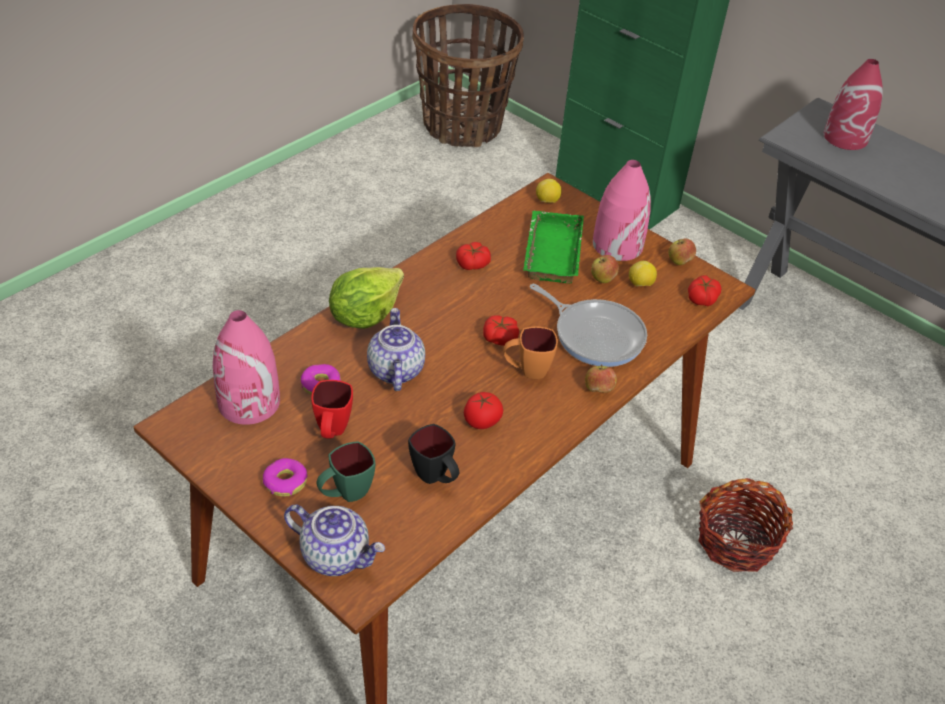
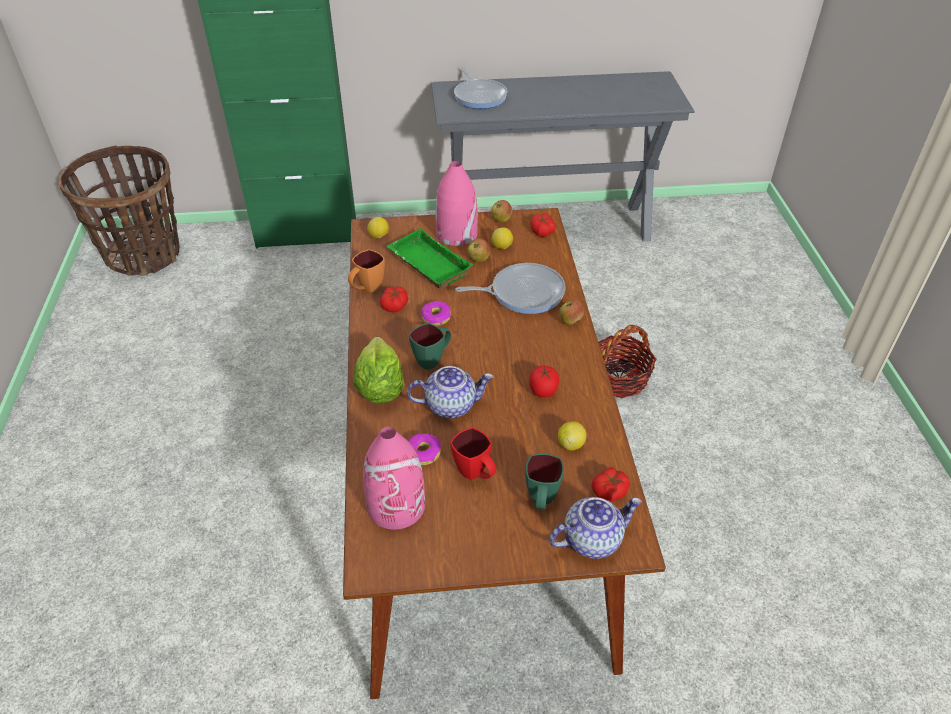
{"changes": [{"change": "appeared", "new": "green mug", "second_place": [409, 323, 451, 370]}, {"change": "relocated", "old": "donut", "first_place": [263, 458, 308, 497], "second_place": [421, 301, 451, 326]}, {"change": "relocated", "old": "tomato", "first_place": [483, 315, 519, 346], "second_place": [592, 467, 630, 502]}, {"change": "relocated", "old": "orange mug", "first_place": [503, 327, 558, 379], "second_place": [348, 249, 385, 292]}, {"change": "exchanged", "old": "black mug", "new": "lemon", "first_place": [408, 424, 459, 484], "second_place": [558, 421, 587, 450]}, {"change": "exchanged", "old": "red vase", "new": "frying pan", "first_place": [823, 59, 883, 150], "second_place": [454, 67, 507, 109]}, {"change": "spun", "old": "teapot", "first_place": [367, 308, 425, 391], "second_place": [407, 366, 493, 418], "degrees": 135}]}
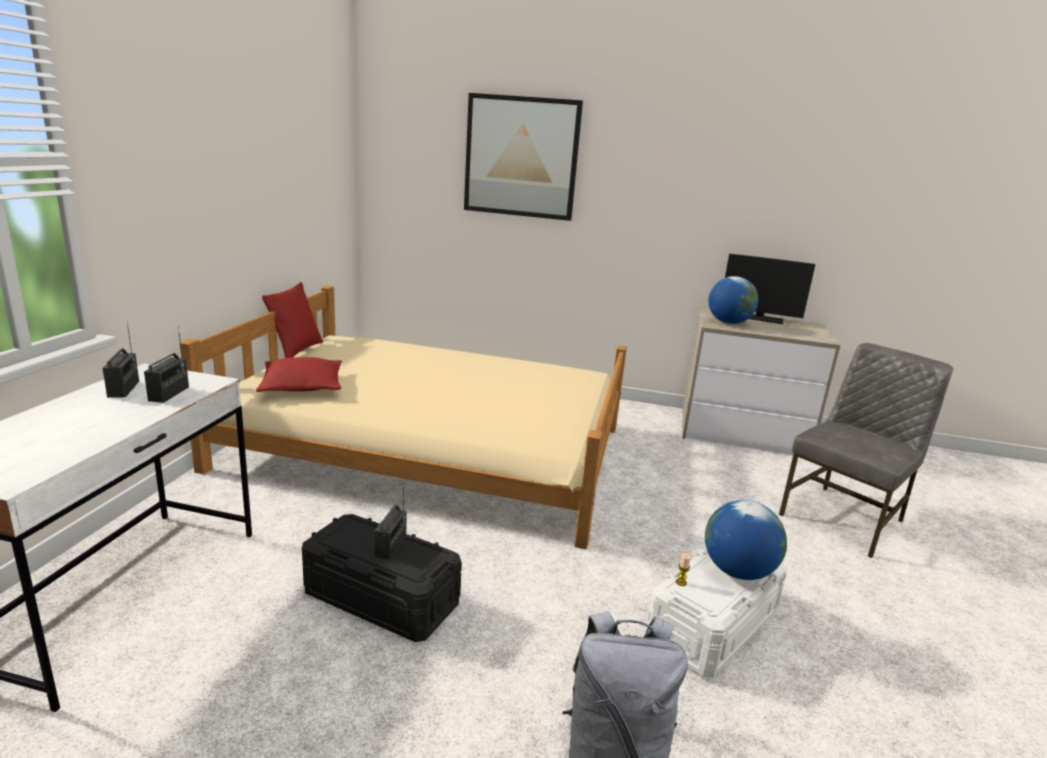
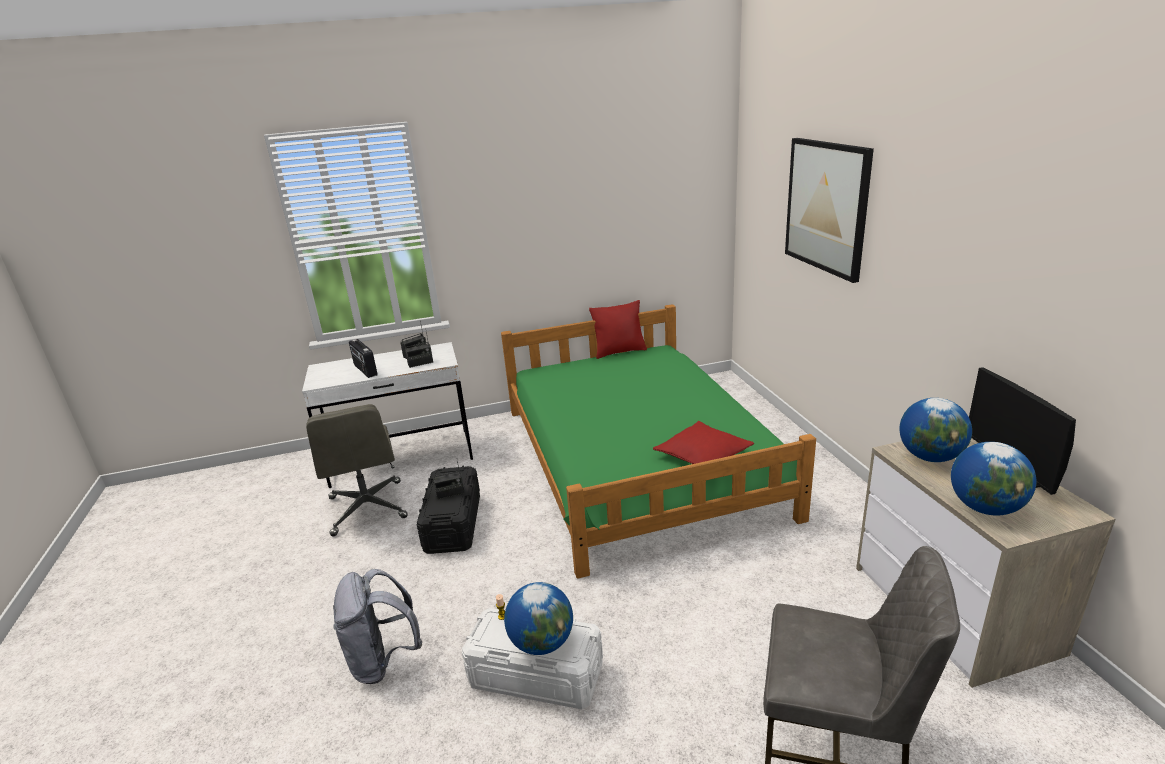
{"changes": [{"change": "appeared", "new": "grey office chair", "second_place": [306, 404, 408, 537]}, {"change": "appeared", "new": "radio", "second_place": [349, 339, 378, 378]}, {"change": "appeared", "new": "globe", "second_place": [951, 442, 1037, 515]}, {"change": "relocated", "old": "red pillow", "first_place": [256, 357, 342, 392], "second_place": [653, 421, 754, 464]}, {"change": "colour", "old": "beige bed", "new": "green bed", "first_place": [180, 285, 627, 549], "second_place": [501, 304, 816, 579]}]}
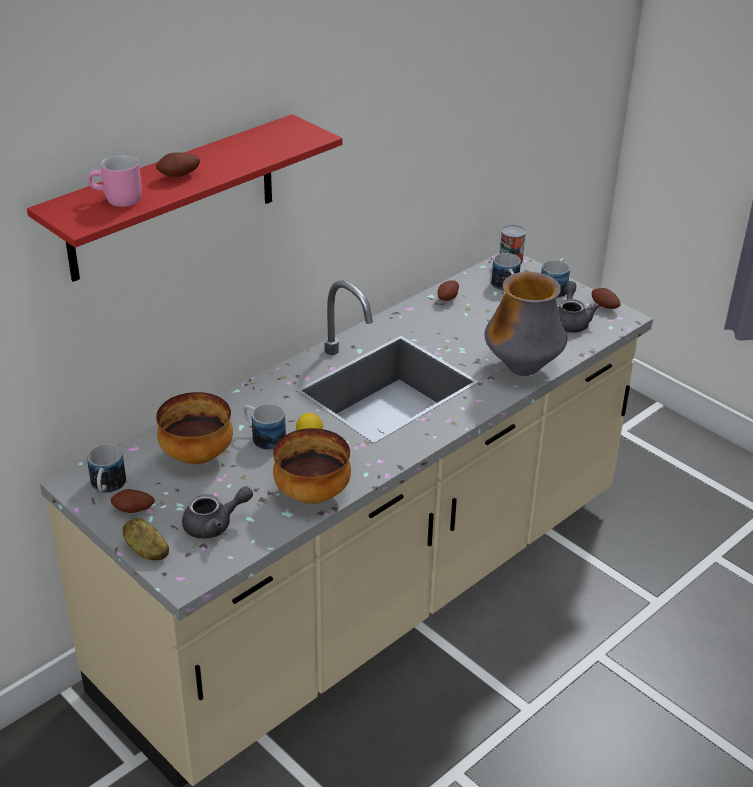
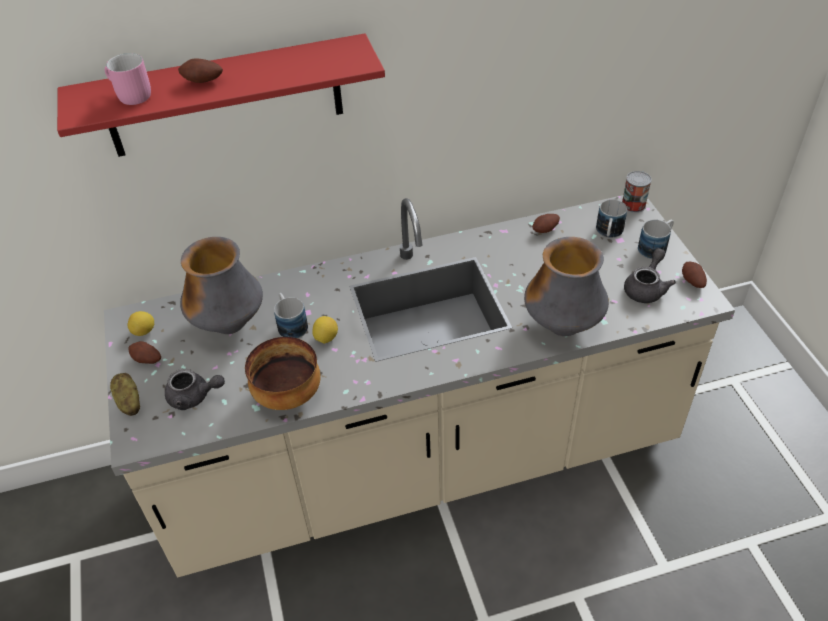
{"changes": [{"change": "exchanged", "old": "mug", "new": "lemon", "first_place": [87, 444, 126, 493], "second_place": [128, 311, 154, 336]}, {"change": "exchanged", "old": "bowl", "new": "vase", "first_place": [156, 392, 233, 464], "second_place": [180, 237, 263, 334]}]}
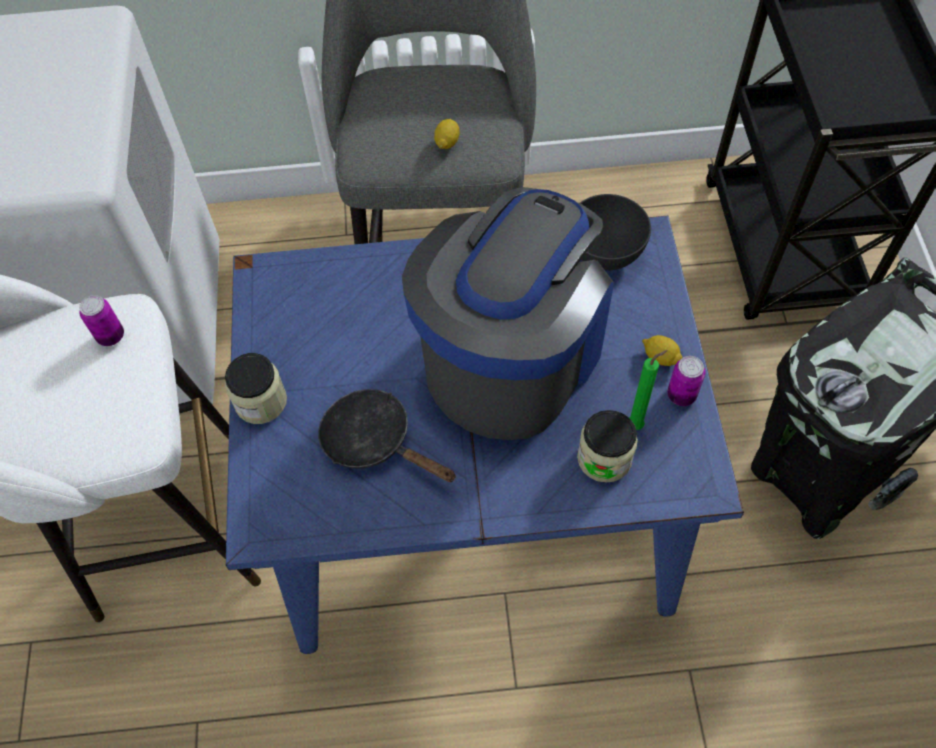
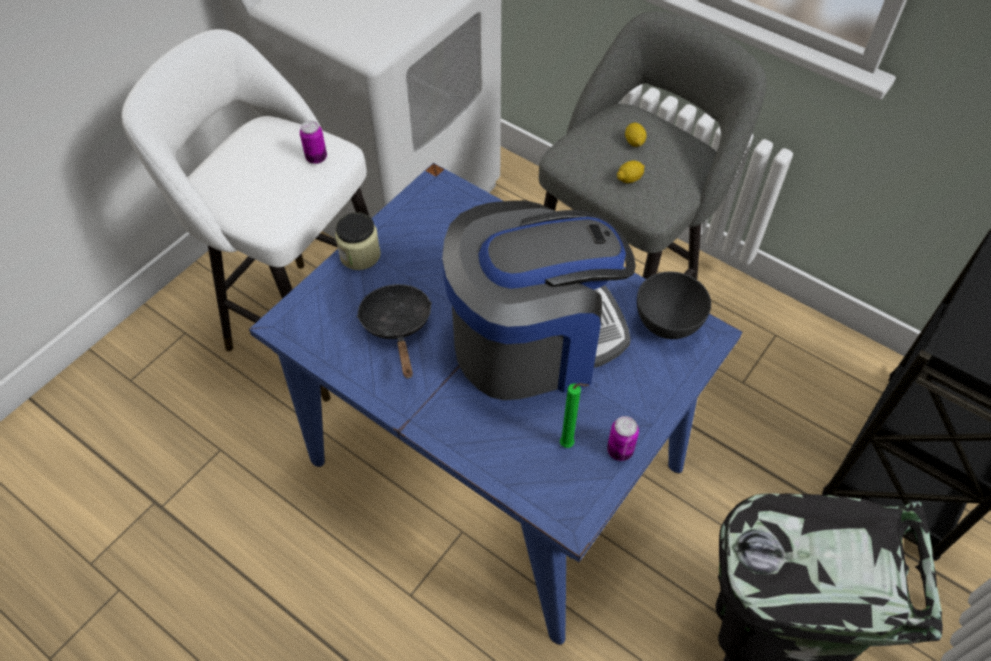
{"changes": [{"change": "missing", "old": "jar", "first_place": [577, 410, 638, 483]}, {"change": "relocated", "old": "lemon", "first_place": [642, 335, 682, 366], "second_place": [625, 122, 647, 147]}]}
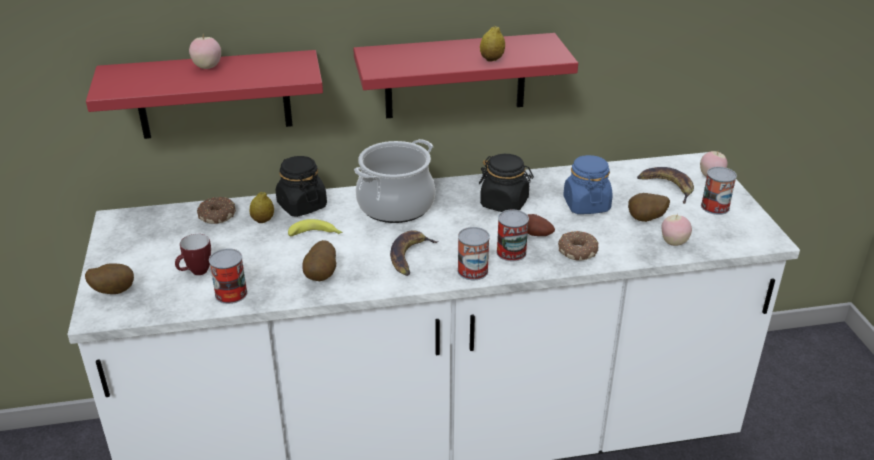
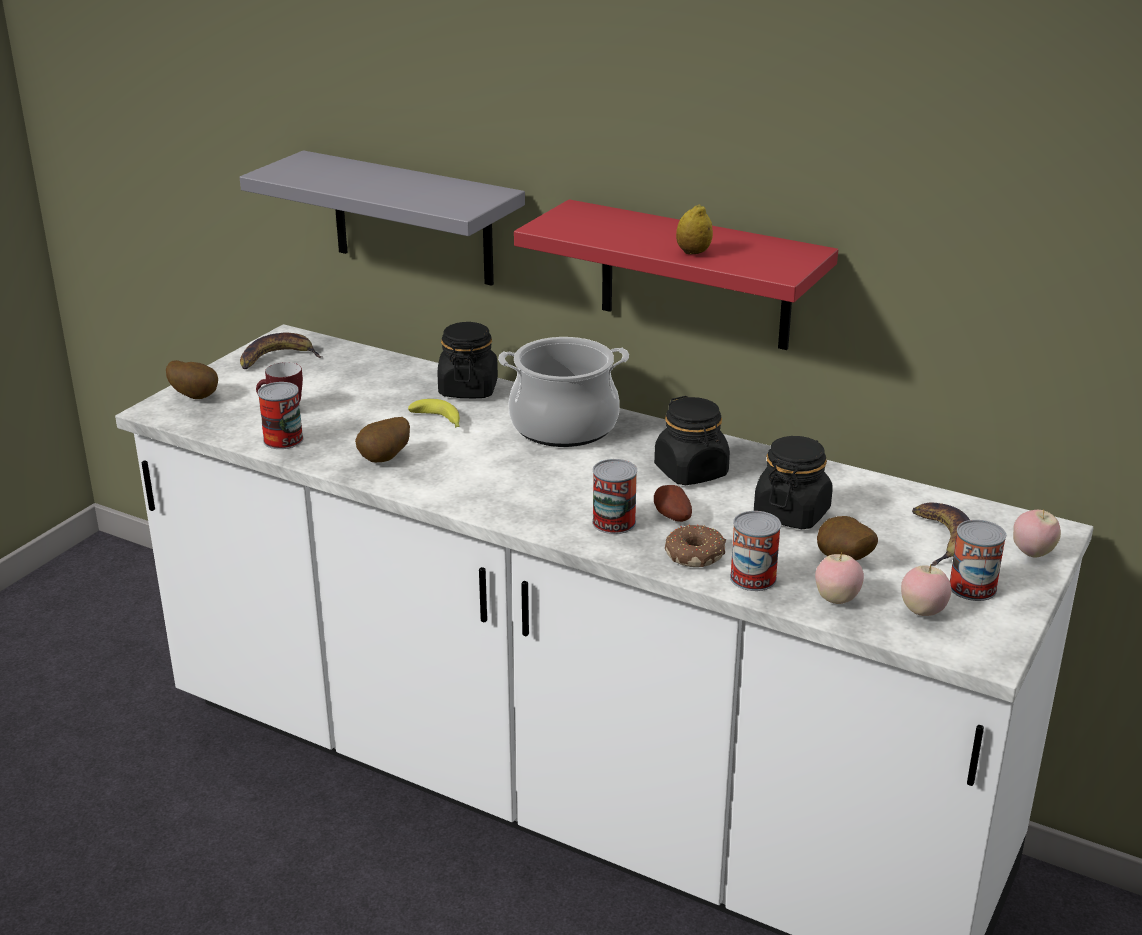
{"changes": [{"change": "missing", "old": "donut", "first_place": [197, 197, 236, 224]}, {"change": "missing", "old": "lemon", "first_place": [250, 192, 274, 223]}, {"change": "relocated", "old": "apple", "first_place": [189, 35, 221, 69], "second_place": [901, 565, 952, 616]}, {"change": "relocated", "old": "banana", "first_place": [390, 230, 439, 276], "second_place": [240, 333, 323, 369]}, {"change": "relocated", "old": "can", "first_place": [457, 227, 490, 280], "second_place": [730, 511, 781, 591]}, {"change": "colour", "old": "red shelf", "new": "grey shelf", "first_place": [86, 50, 323, 139], "second_place": [239, 150, 525, 286]}, {"change": "colour", "old": "blue jar", "new": "black jar", "first_place": [563, 155, 613, 214], "second_place": [754, 436, 833, 529]}]}
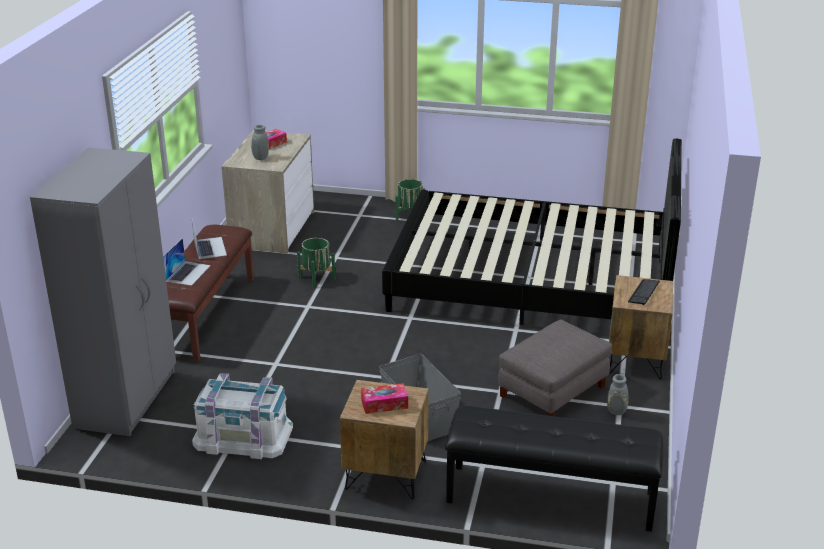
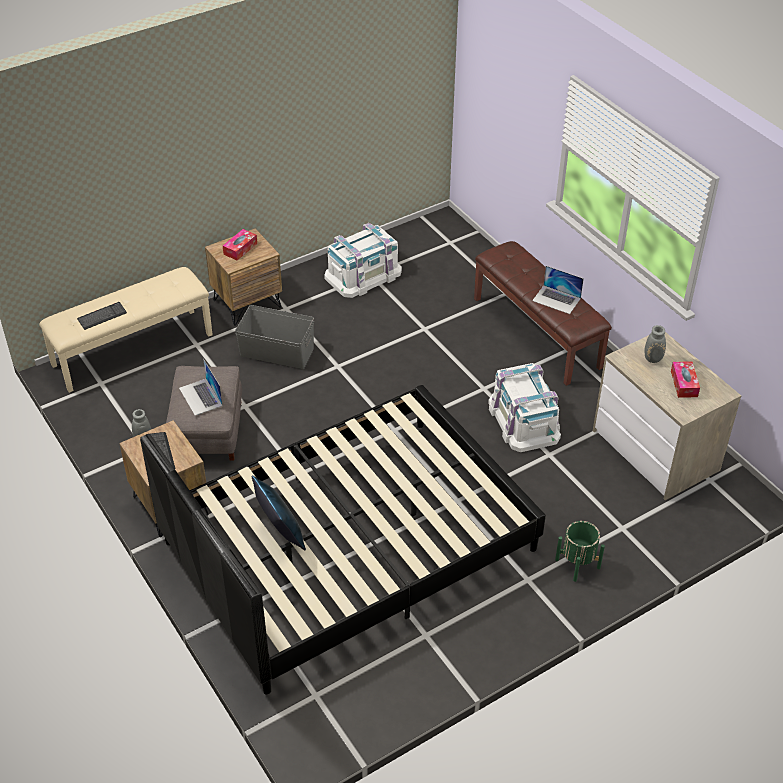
{"changes": [{"change": "missing", "old": "grey wardrobe", "first_place": [30, 147, 176, 436]}, {"change": "appeared", "new": "keyboard", "second_place": [77, 302, 127, 330]}, {"change": "appeared", "new": "blue pillow", "second_place": [252, 475, 306, 550]}, {"change": "relocated", "old": "laptop", "first_place": [163, 238, 211, 286], "second_place": [179, 359, 223, 416]}, {"change": "exchanged", "old": "green planter", "new": "white storage box", "first_place": [297, 238, 335, 288], "second_place": [488, 363, 561, 452]}, {"change": "colour", "old": "black bench", "new": "beige bench", "first_place": [445, 406, 664, 532], "second_place": [39, 267, 213, 393]}]}
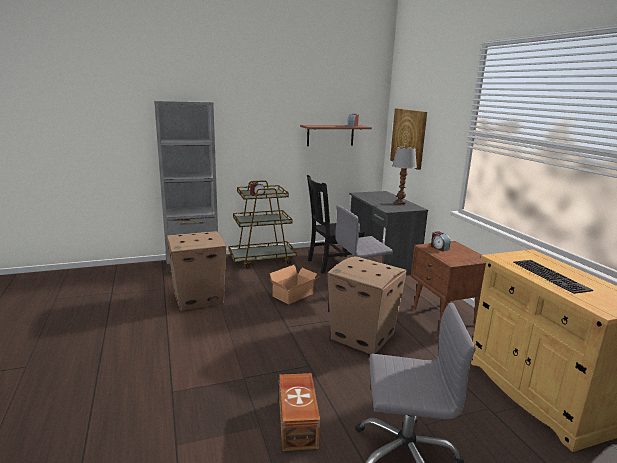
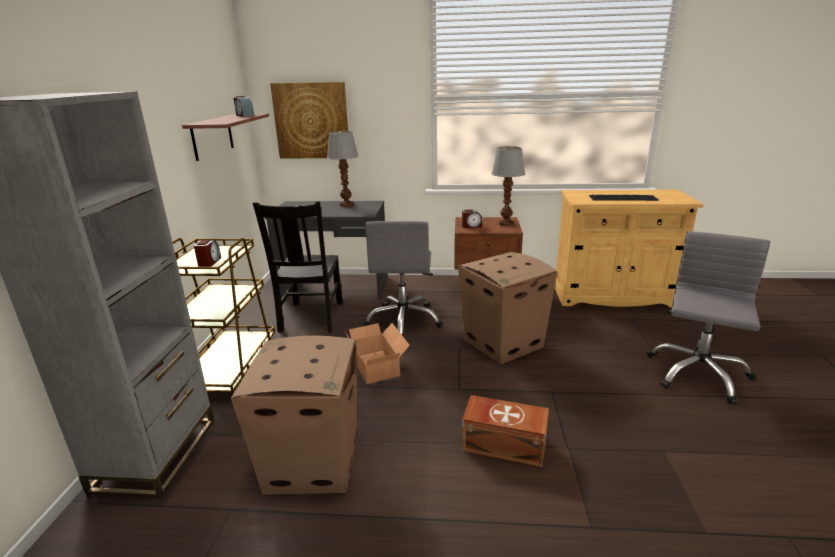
{"changes": [{"change": "appeared", "new": "table lamp", "second_place": [491, 146, 525, 226]}, {"change": "relocated", "old": "brown storage box", "first_place": [279, 373, 320, 451], "second_place": [462, 395, 549, 467]}]}
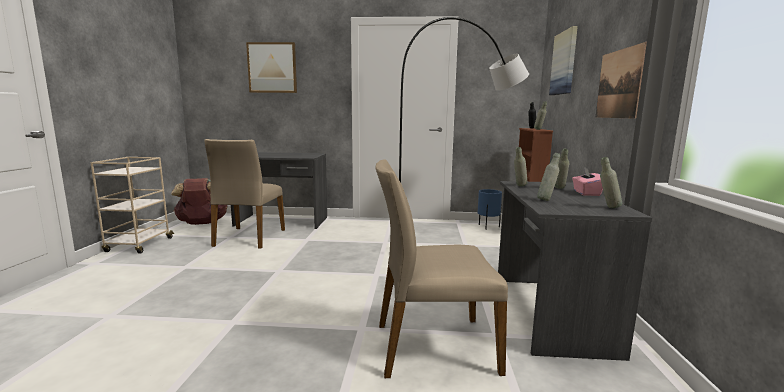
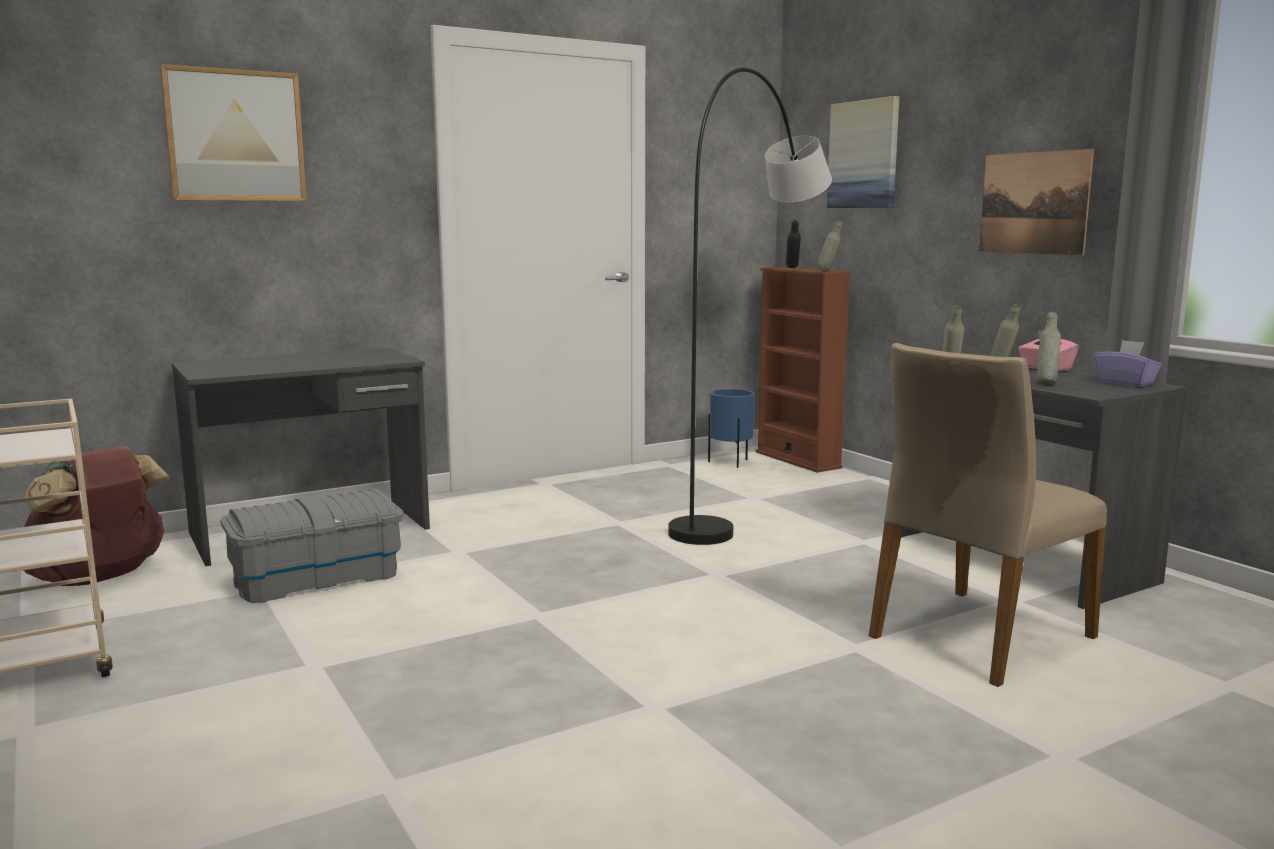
{"changes": [{"change": "exchanged", "old": "beige chair", "new": "grey storage box", "first_place": [204, 139, 285, 248], "second_place": [220, 489, 403, 603]}, {"change": "exchanged", "old": "grey bottle", "new": "purple tissue box", "first_place": [600, 157, 622, 208], "second_place": [1094, 340, 1162, 387]}]}
